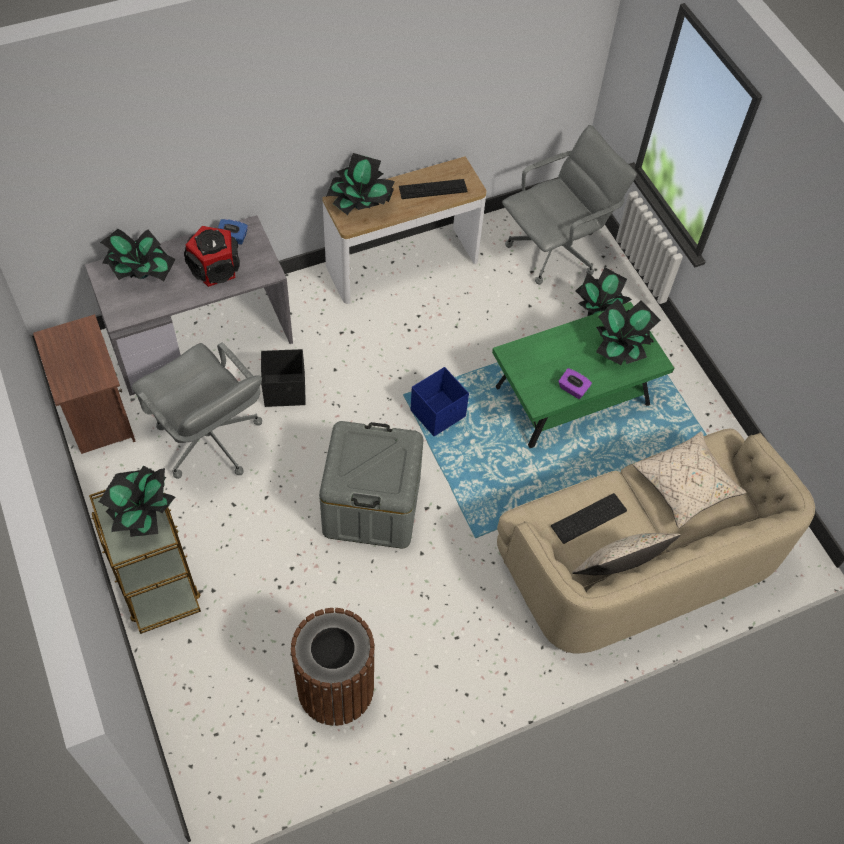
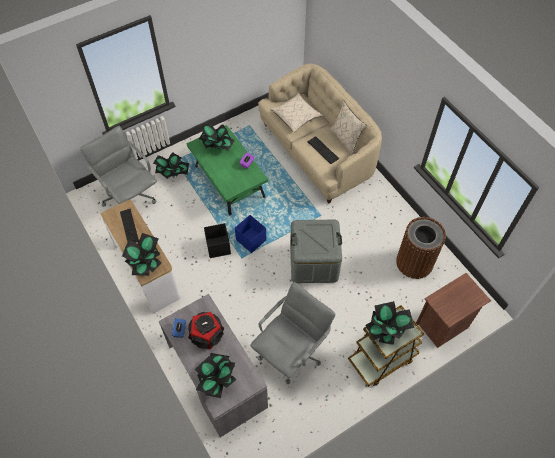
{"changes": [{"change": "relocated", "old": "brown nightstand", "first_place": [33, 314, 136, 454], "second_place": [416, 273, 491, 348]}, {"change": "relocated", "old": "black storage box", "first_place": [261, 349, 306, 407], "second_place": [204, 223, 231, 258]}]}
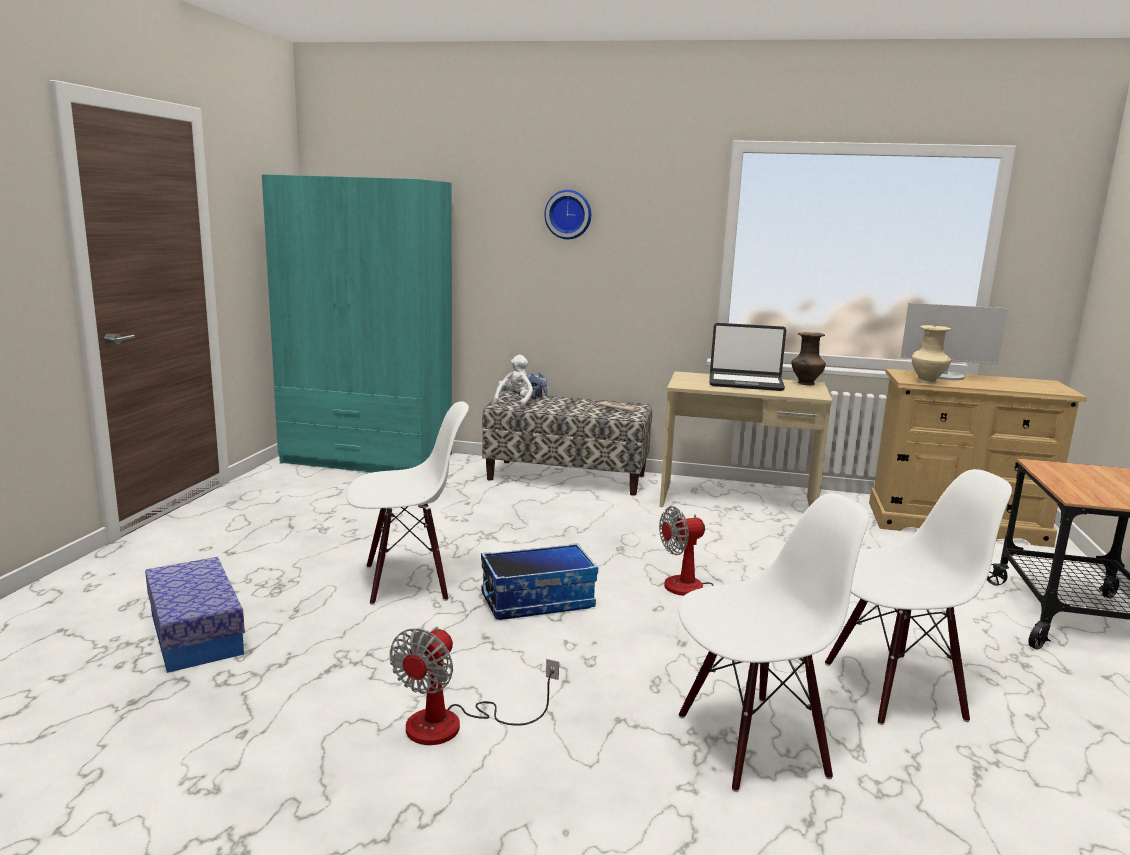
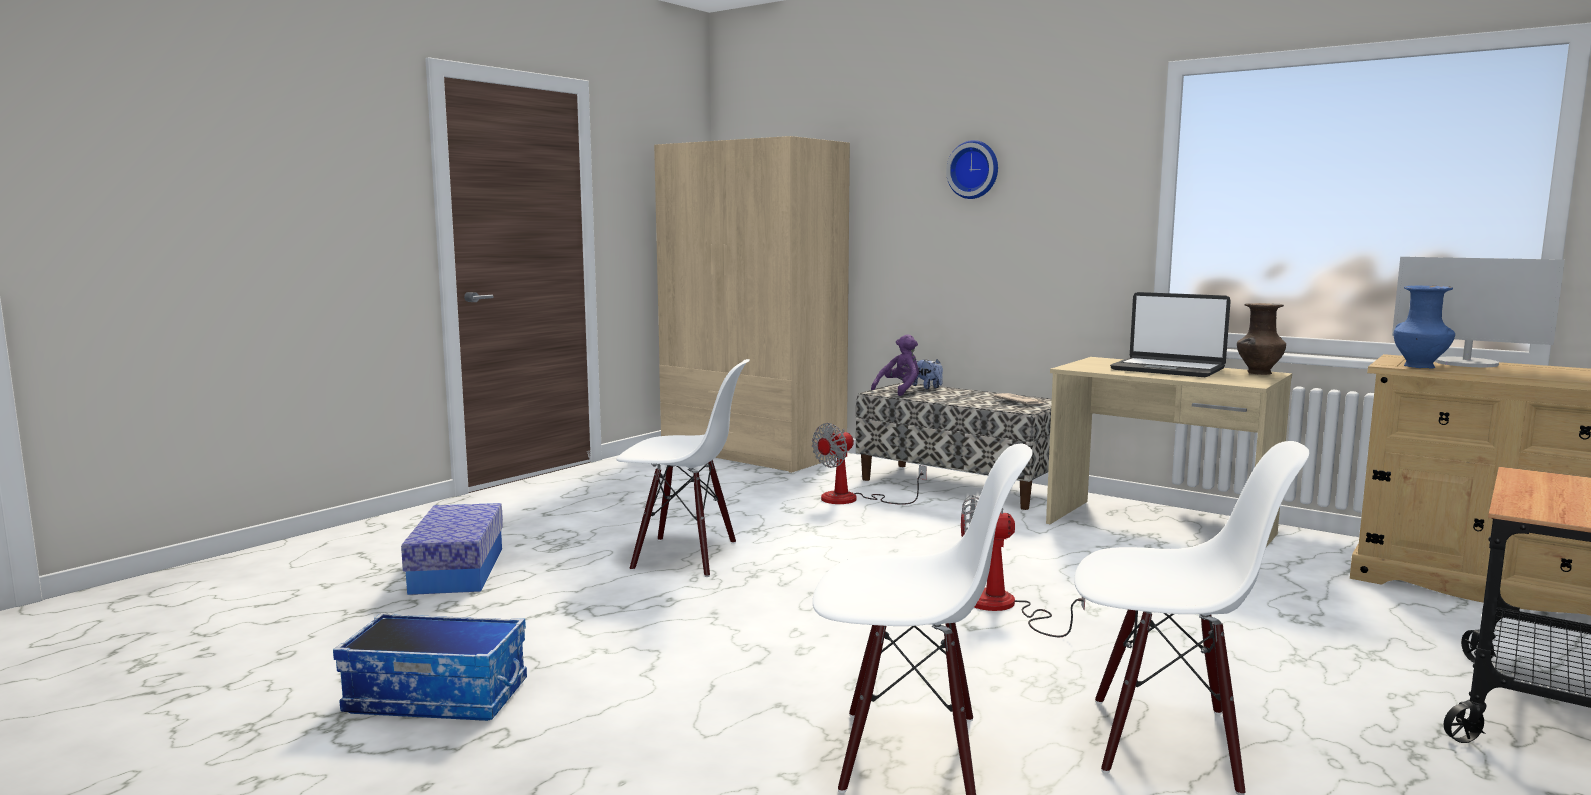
{"changes": [{"change": "relocated", "old": "fan", "first_place": [390, 627, 559, 745], "second_place": [812, 423, 927, 505]}, {"change": "relocated", "old": "storage box", "first_place": [481, 543, 598, 620], "second_place": [333, 613, 527, 721]}, {"change": "colour", "old": "turquoise wardrobe", "new": "beige wardrobe", "first_place": [262, 174, 452, 473], "second_place": [654, 136, 850, 473]}, {"change": "colour", "old": "white plush toy", "new": "purple plush toy", "first_place": [493, 355, 533, 409], "second_place": [871, 334, 919, 396]}, {"change": "colour", "old": "beige vase", "new": "blue vase", "first_place": [912, 325, 951, 384], "second_place": [1394, 286, 1455, 369]}]}
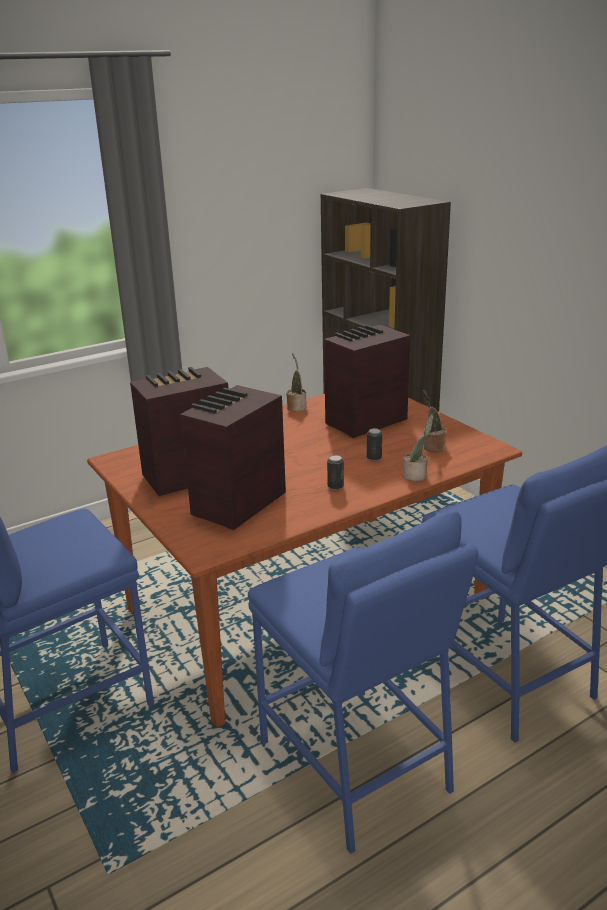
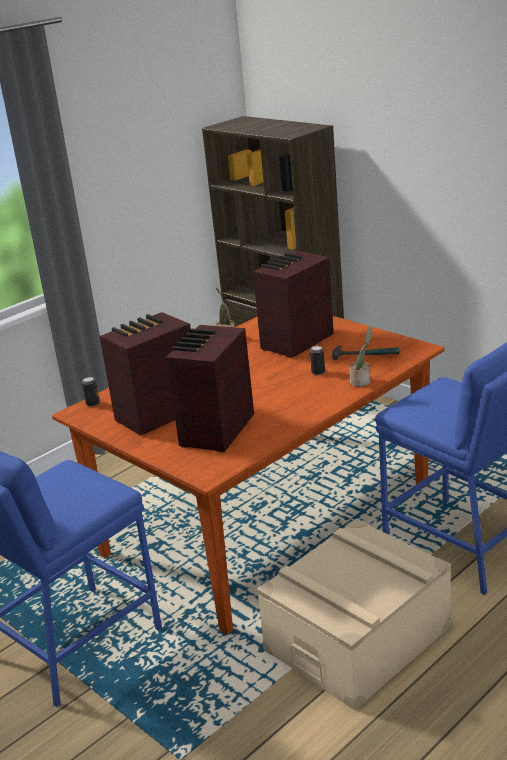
{"changes": [{"change": "relocated", "old": "can", "first_place": [327, 455, 344, 490], "second_place": [82, 377, 100, 407]}, {"change": "exchanged", "old": "blue stool", "new": "beige storage box", "first_place": [248, 511, 478, 854], "second_place": [257, 519, 451, 711]}, {"change": "exchanged", "old": "potted plant", "new": "hammer", "first_place": [422, 390, 446, 452], "second_place": [332, 345, 399, 360]}]}
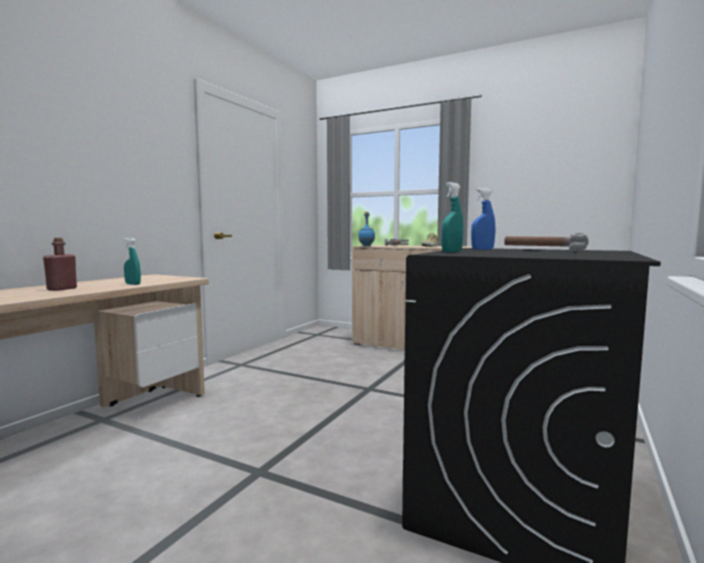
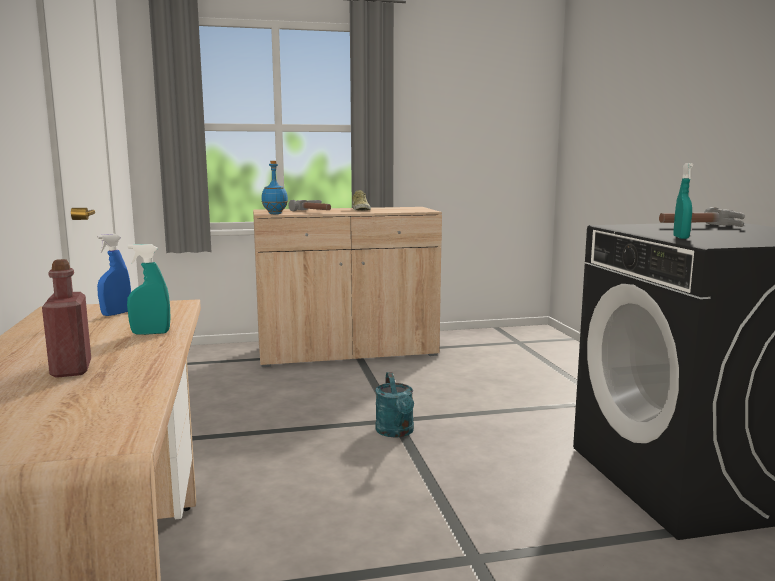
{"changes": [{"change": "appeared", "new": "turquoise watering can", "second_place": [375, 372, 414, 437]}, {"change": "relocated", "old": "blue spray bottle", "first_place": [471, 188, 495, 250], "second_place": [97, 234, 131, 316]}]}
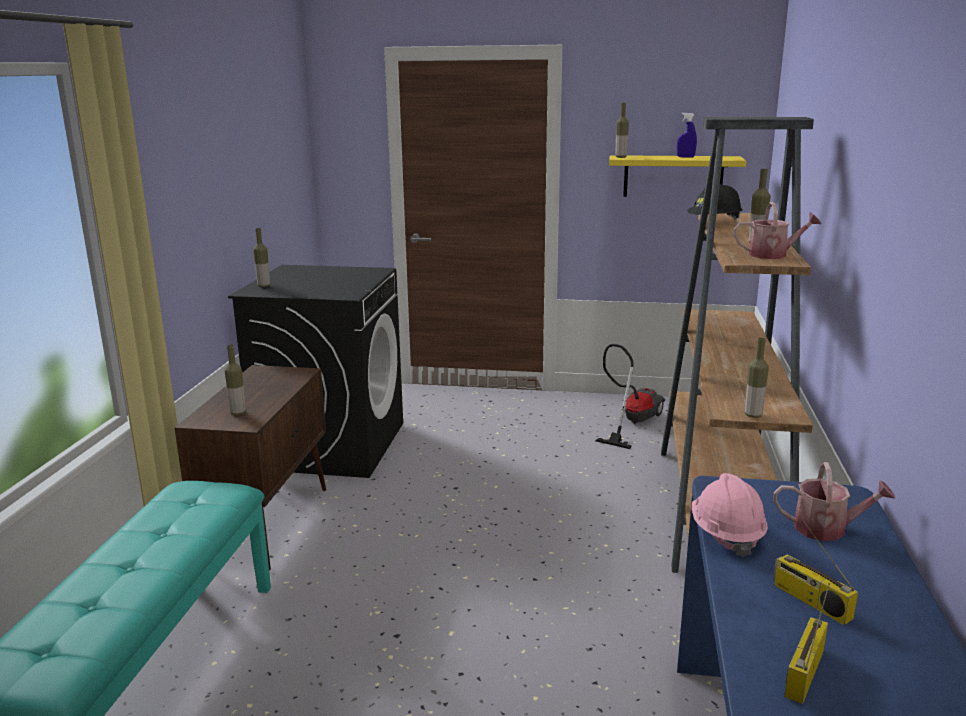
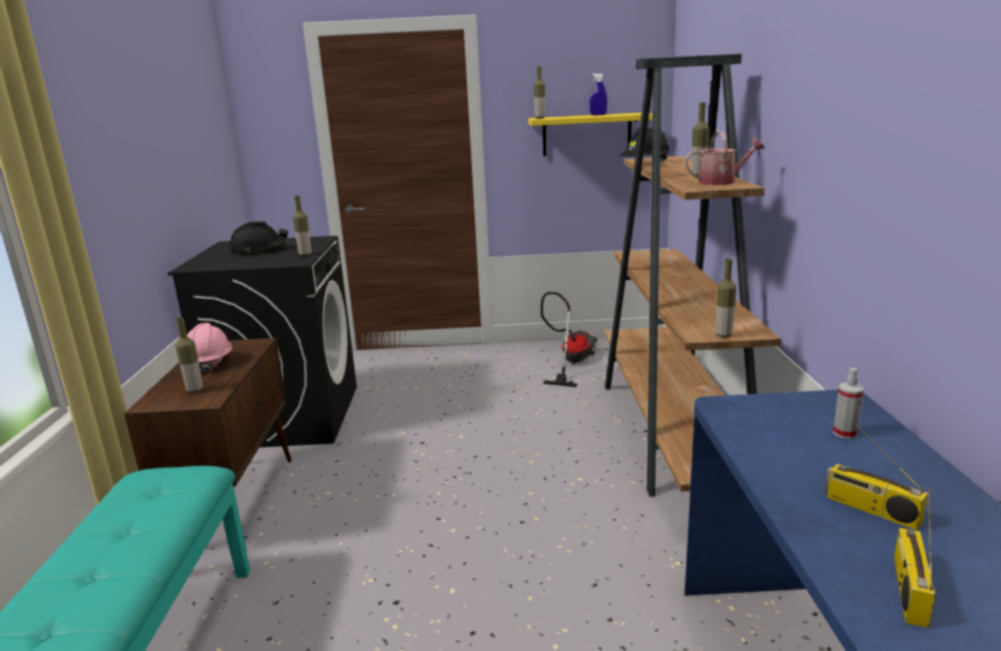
{"changes": [{"change": "appeared", "new": "black hard hat", "second_place": [230, 221, 288, 253]}, {"change": "relocated", "old": "bottle", "first_place": [253, 228, 270, 287], "second_place": [293, 195, 312, 256]}, {"change": "relocated", "old": "pink hard hat", "first_place": [692, 473, 768, 558], "second_place": [187, 323, 232, 373]}, {"change": "exchanged", "old": "watering can", "new": "spray bottle", "first_place": [773, 462, 895, 541], "second_place": [833, 368, 864, 439]}]}
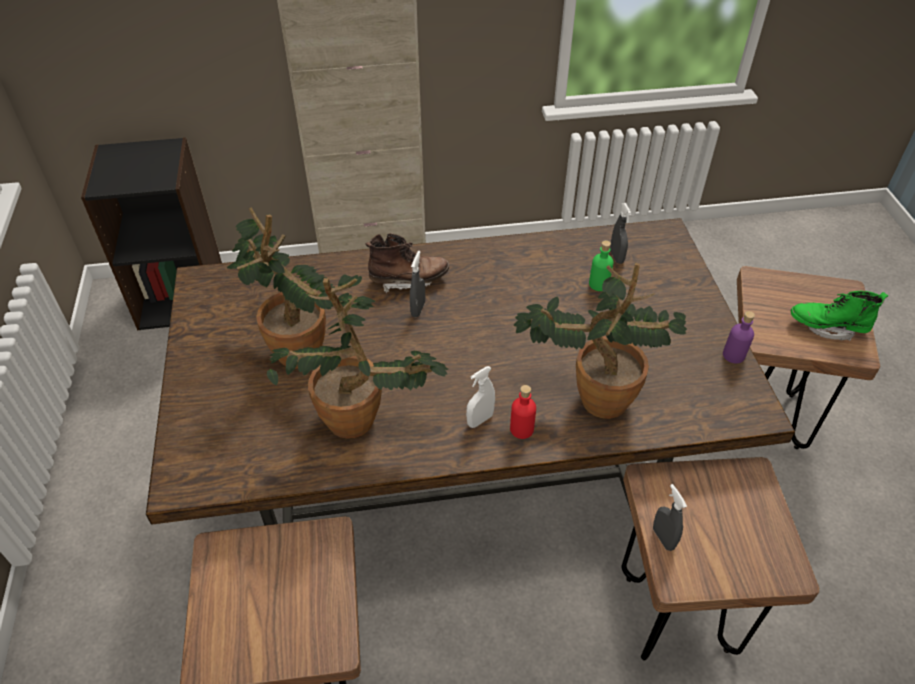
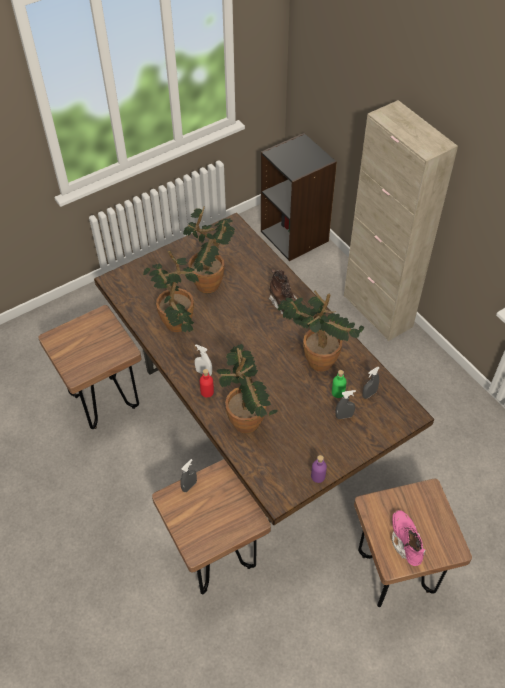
{"changes": [{"change": "appeared", "new": "potted plant", "second_place": [277, 290, 364, 371]}, {"change": "relocated", "old": "grey spray bottle", "first_place": [410, 251, 425, 317], "second_place": [335, 390, 356, 419]}, {"change": "colour", "old": "green boot", "new": "pink boot", "first_place": [791, 291, 888, 340], "second_place": [392, 510, 426, 566]}]}
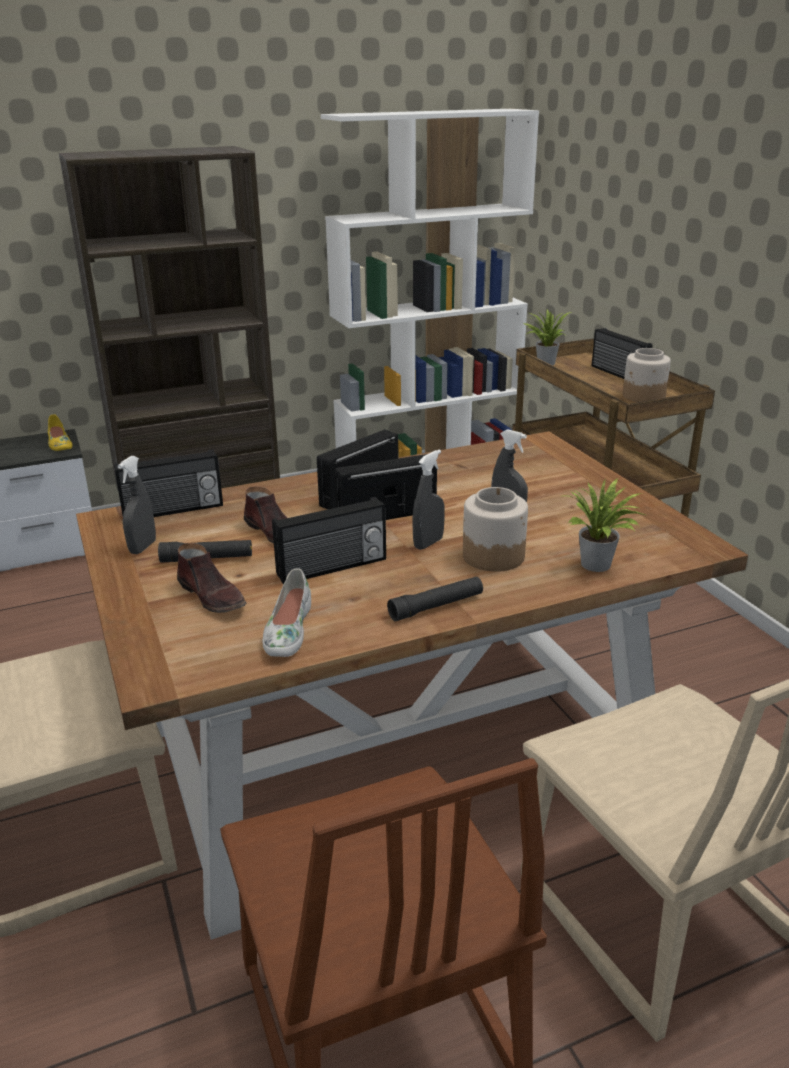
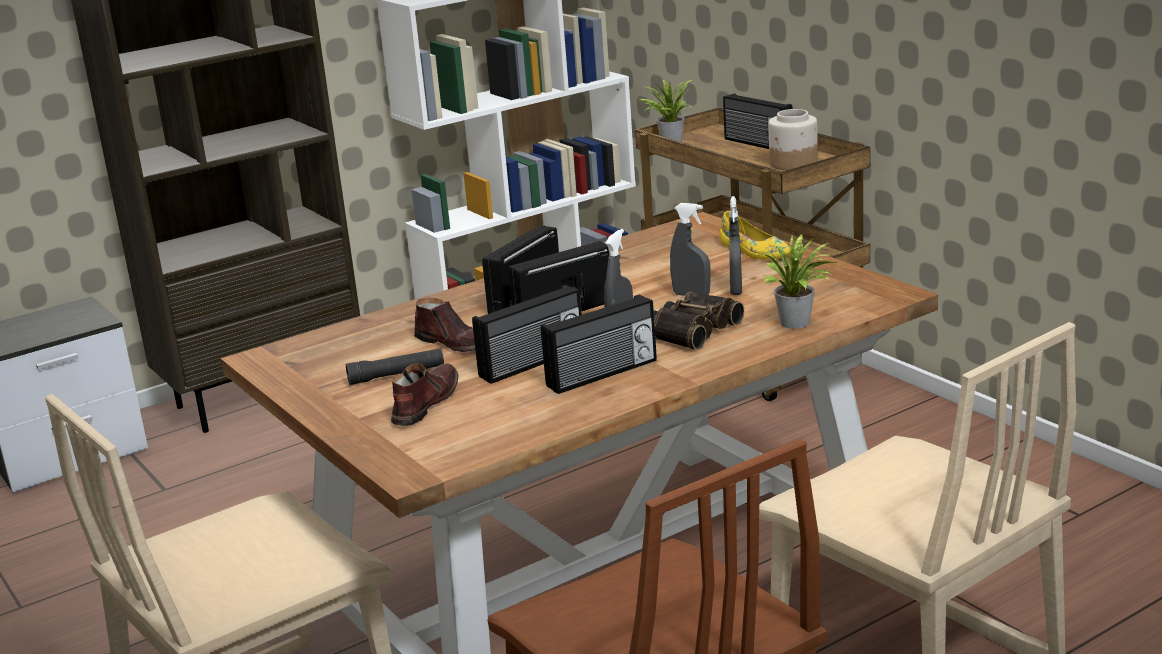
{"changes": [{"change": "missing", "old": "white shoe", "first_place": [263, 568, 311, 657]}, {"change": "missing", "old": "black flashlight", "first_place": [387, 577, 483, 621]}, {"change": "relocated", "old": "yellow shoe", "first_place": [48, 414, 73, 451], "second_place": [720, 211, 790, 260]}, {"change": "relocated", "old": "radio", "first_place": [114, 449, 223, 517], "second_place": [541, 295, 657, 394]}, {"change": "relocated", "old": "grey spray bottle", "first_place": [118, 456, 156, 554], "second_place": [729, 196, 742, 295]}, {"change": "exchanged", "old": "jar", "new": "binoculars", "first_place": [463, 487, 528, 572], "second_place": [654, 292, 744, 350]}, {"change": "spun", "old": "brown shoe", "first_place": [177, 543, 246, 613], "second_place": [391, 363, 459, 426], "degrees": -105}]}
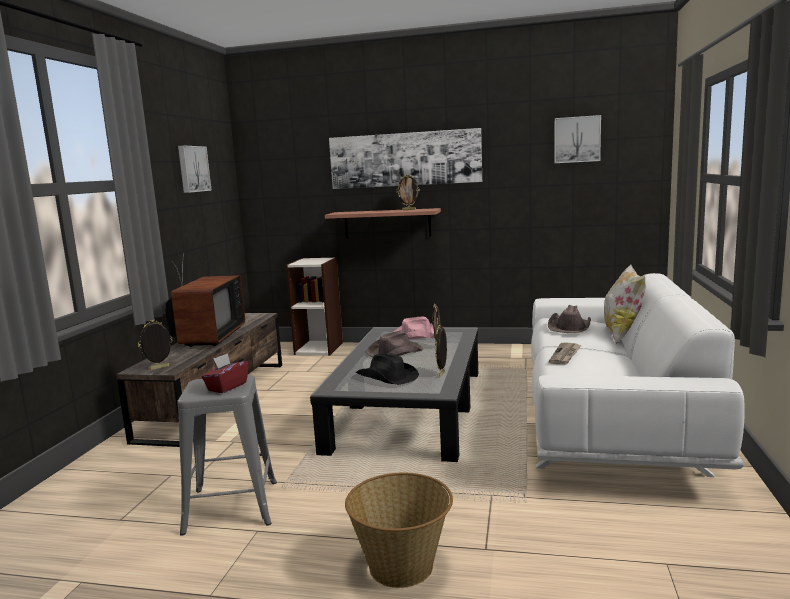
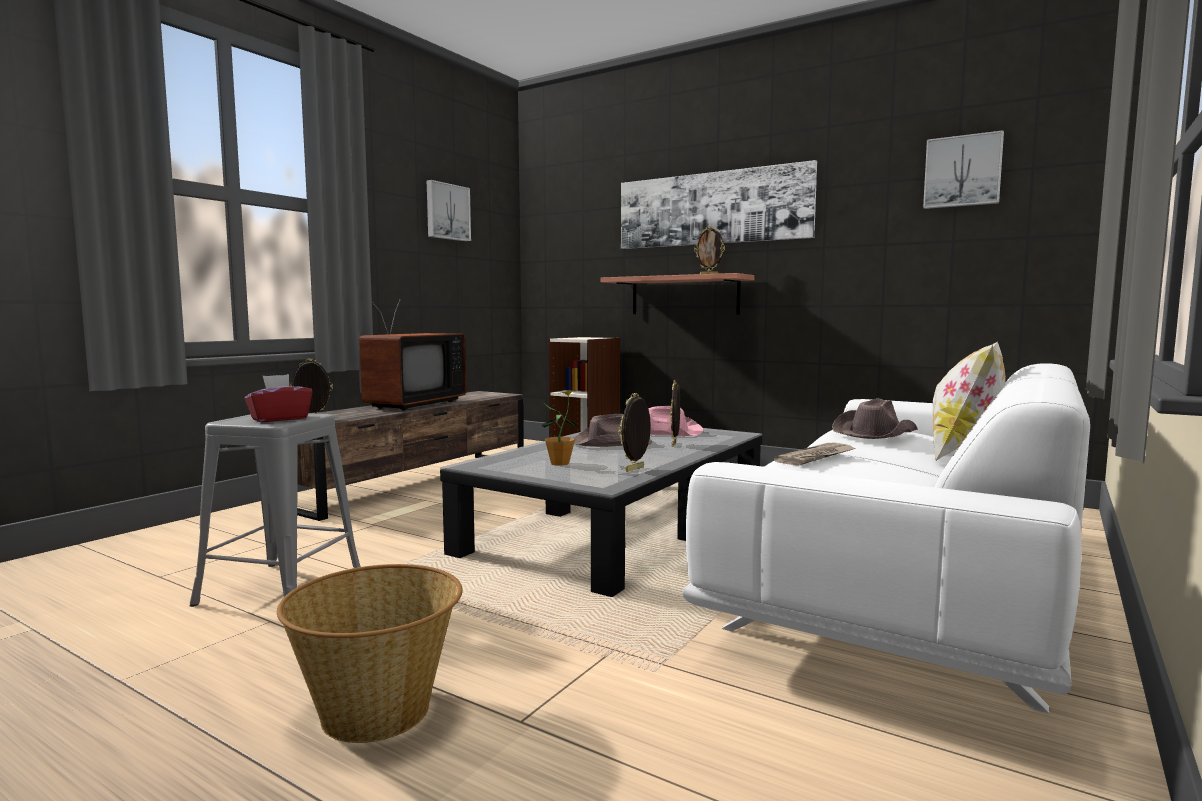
{"changes": [{"change": "exchanged", "old": "black hat", "new": "potted plant", "first_place": [356, 353, 419, 385], "second_place": [541, 390, 577, 466]}]}
